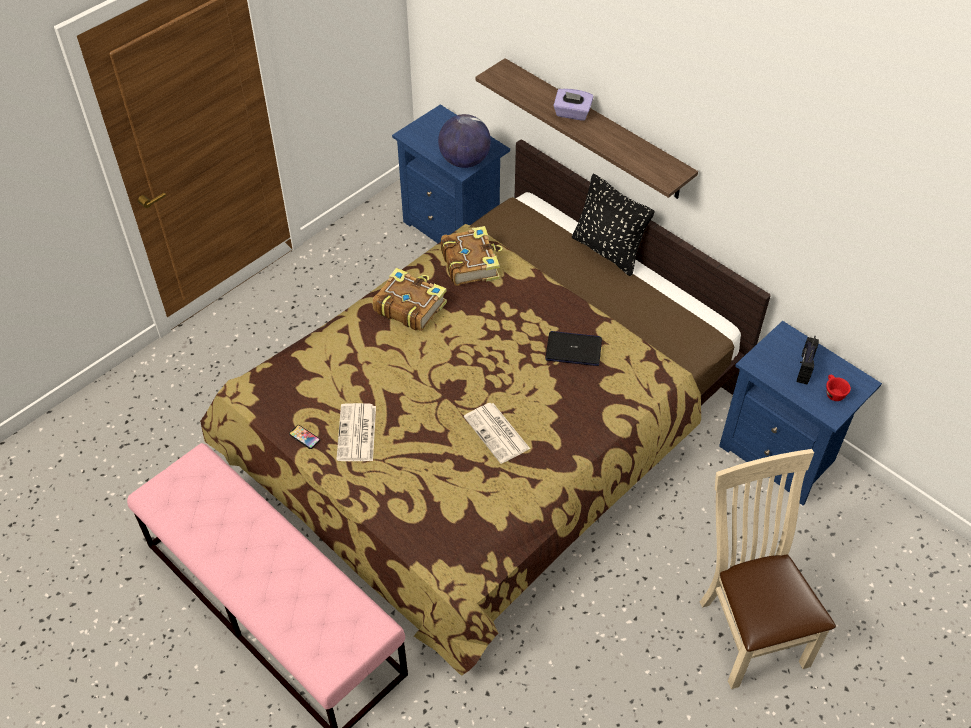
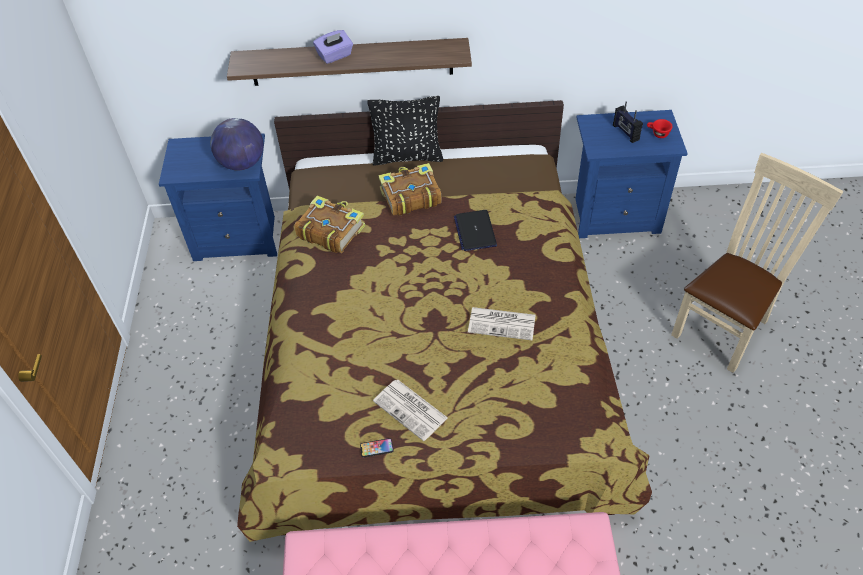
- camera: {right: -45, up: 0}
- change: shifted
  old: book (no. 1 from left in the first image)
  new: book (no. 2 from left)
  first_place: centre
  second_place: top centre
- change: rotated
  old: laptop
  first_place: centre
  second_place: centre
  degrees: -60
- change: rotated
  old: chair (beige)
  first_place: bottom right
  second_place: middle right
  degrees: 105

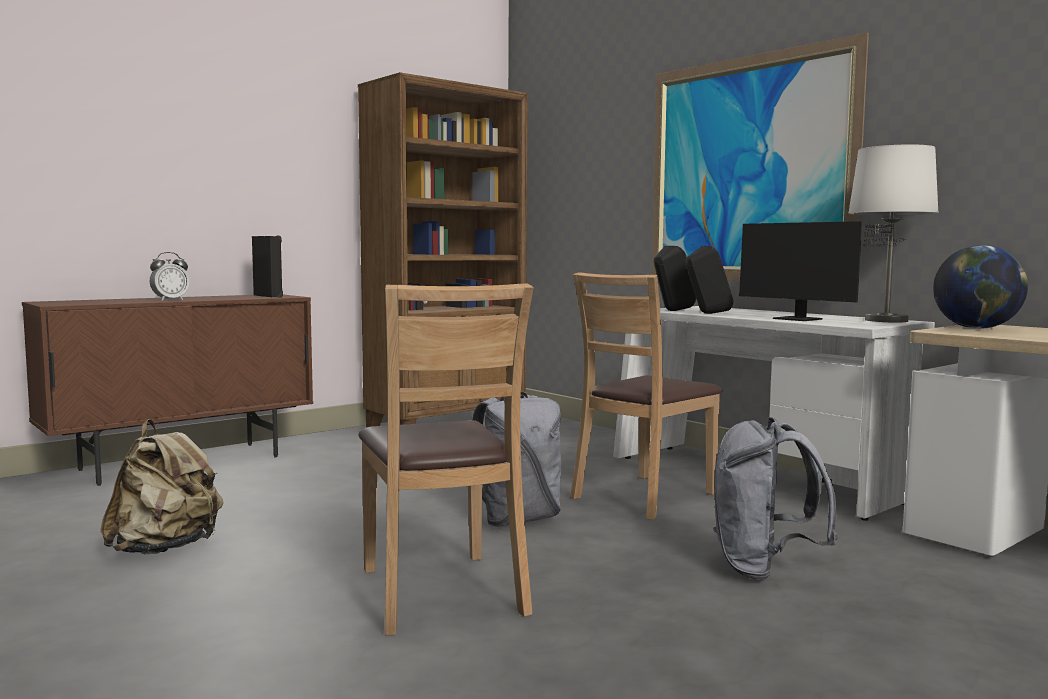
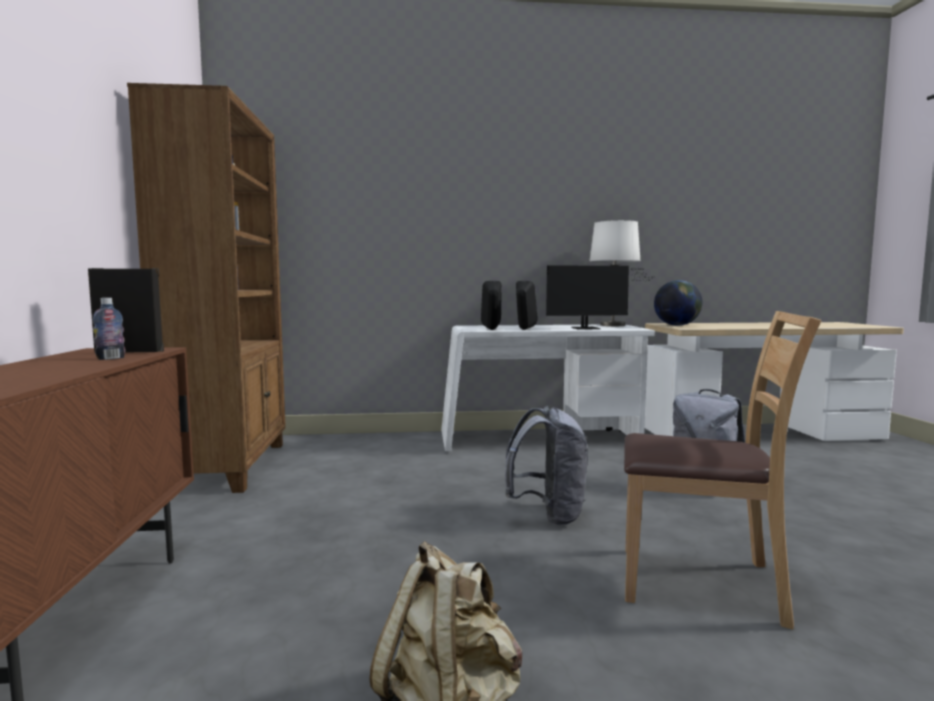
- camera: {right: -55, up: 0}
- change: new
  new: bottle
  second_place: middle left
- change: gone
  old: alarm clock
  first_place: middle left
- change: gone
  old: chair (brown) (no. 2 from left)
  first_place: centre
- change: gone
  old: picture
  first_place: top right

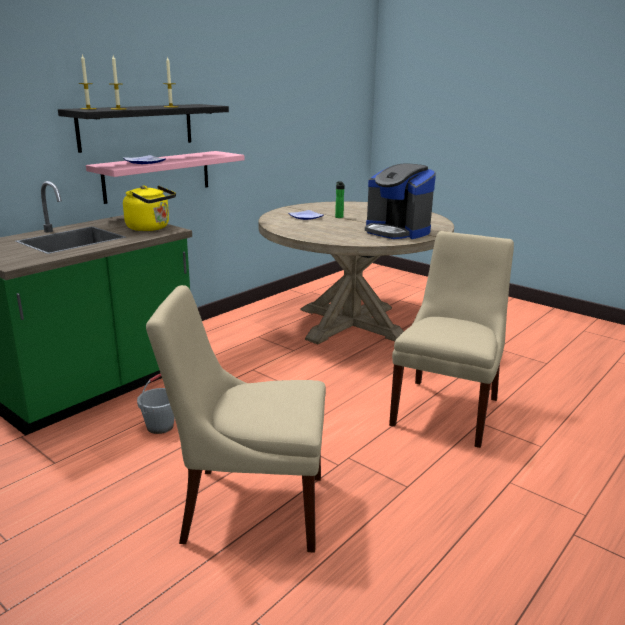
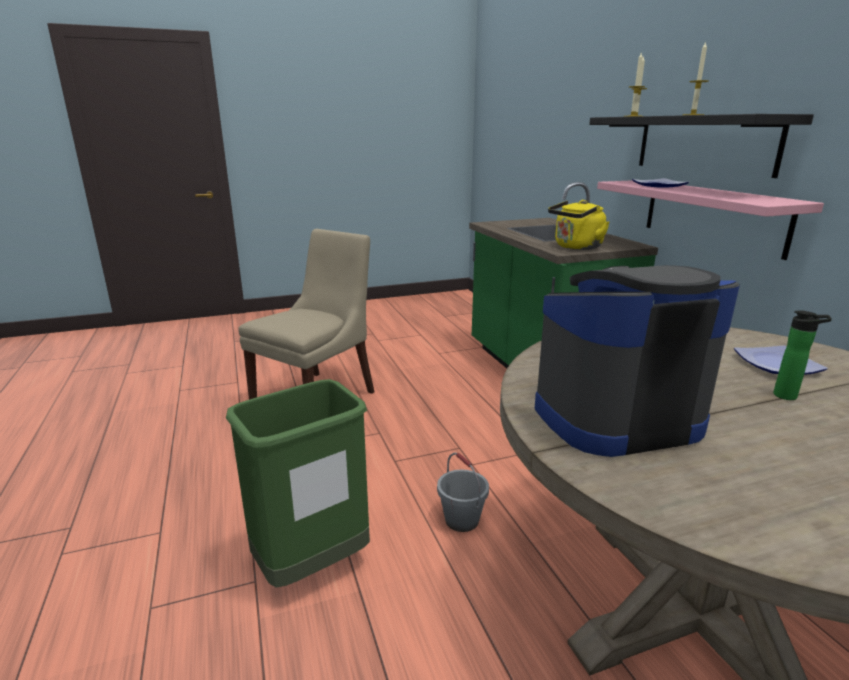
- camera: {right: 120, up: 0}
- change: swapped
  old: chair (beige) (no. 2 from left)
  new: trash can (green)
  first_place: middle right
  second_place: bottom centre
- change: shifted
  old: bucket (grey)
  first_place: middle left
  second_place: bottom centre

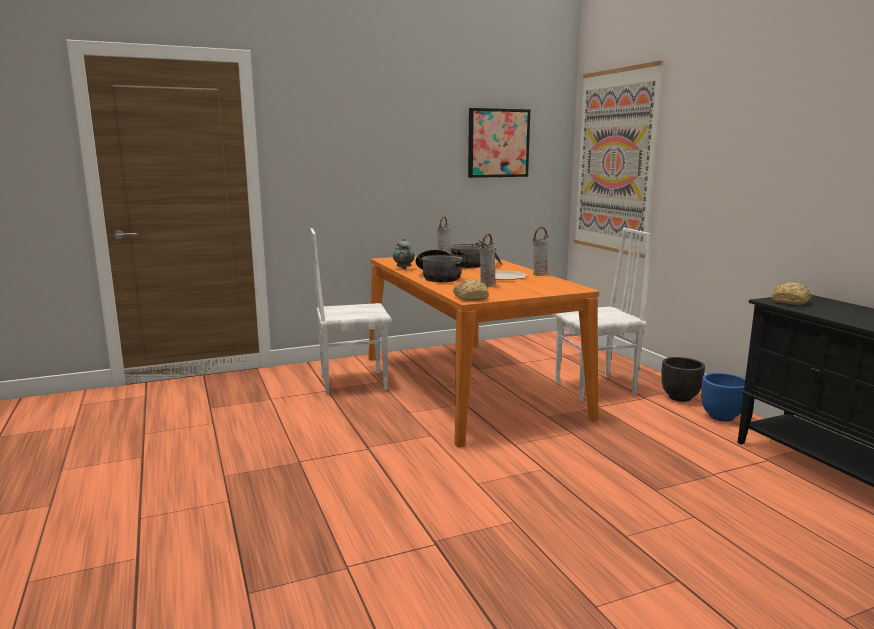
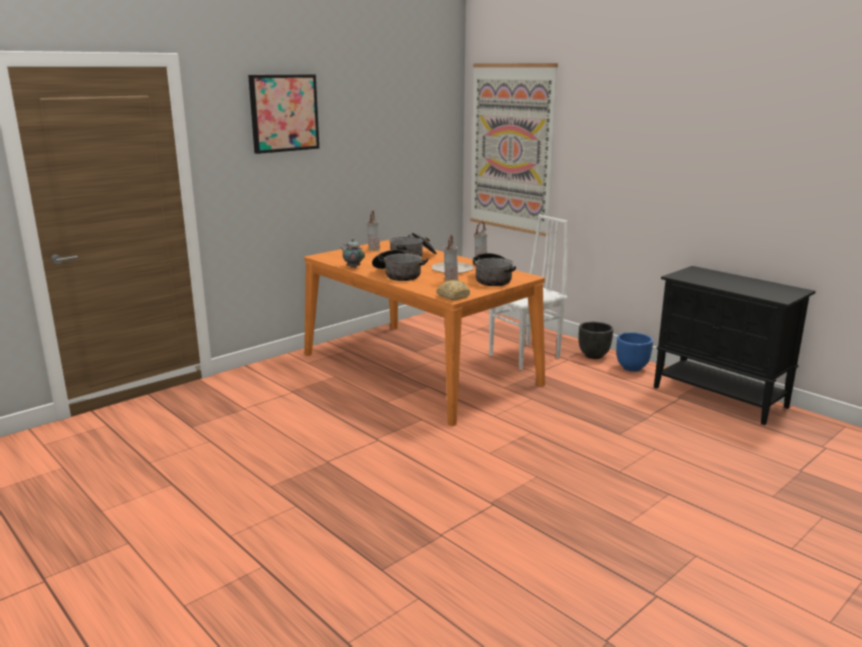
- camera: {right: -20, up: 5}
- change: shifted
  old: picture (no. 1 from left)
  first_place: top centre
  second_place: top left
- change: new
  new: cooking pot (no. 3 from left)
  second_place: centre
- change: gone
  old: chair (white) (no. 1 from left)
  first_place: centre
- change: gone
  old: bread (no. 2 from left)
  first_place: middle right

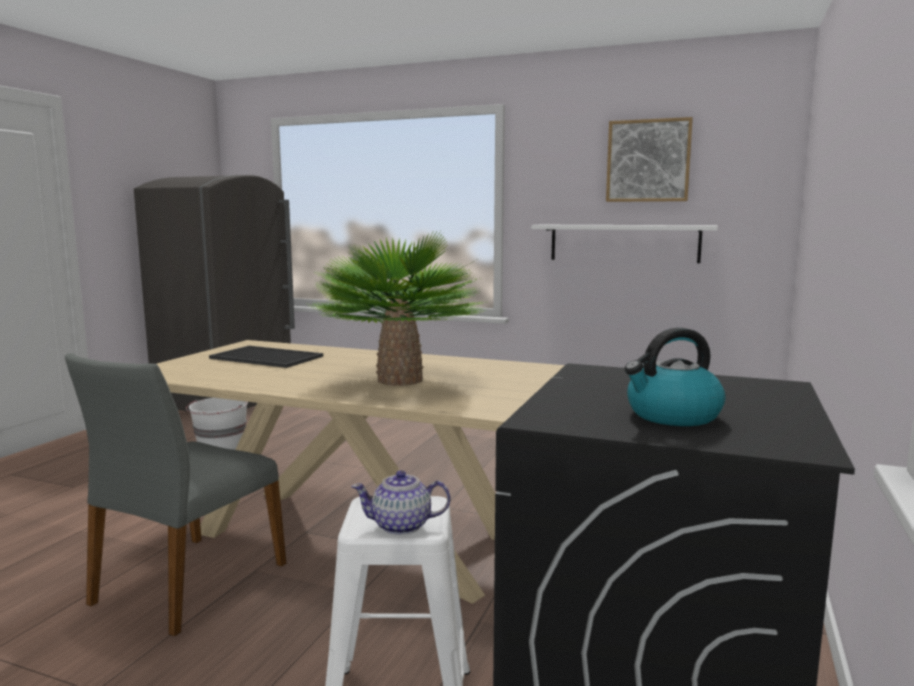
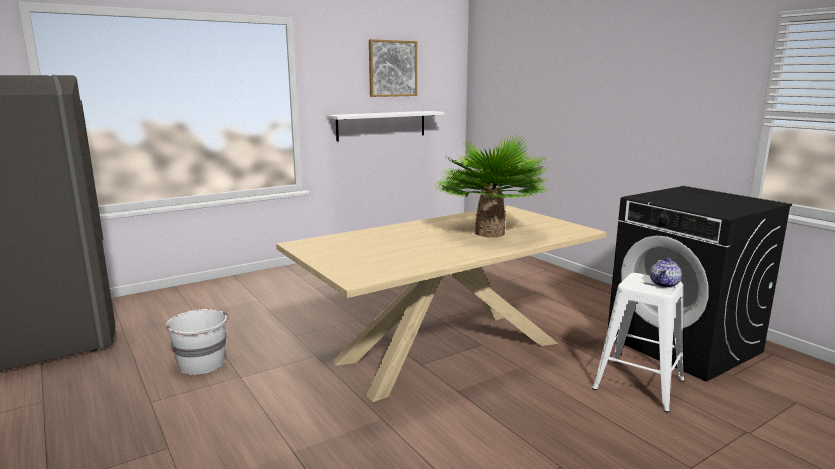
- camera: {right: -55, up: 5}
- change: gone
  old: chair (grey)
  first_place: bottom left
- change: gone
  old: tray
  first_place: middle left
- change: gone
  old: kettle
  first_place: middle right

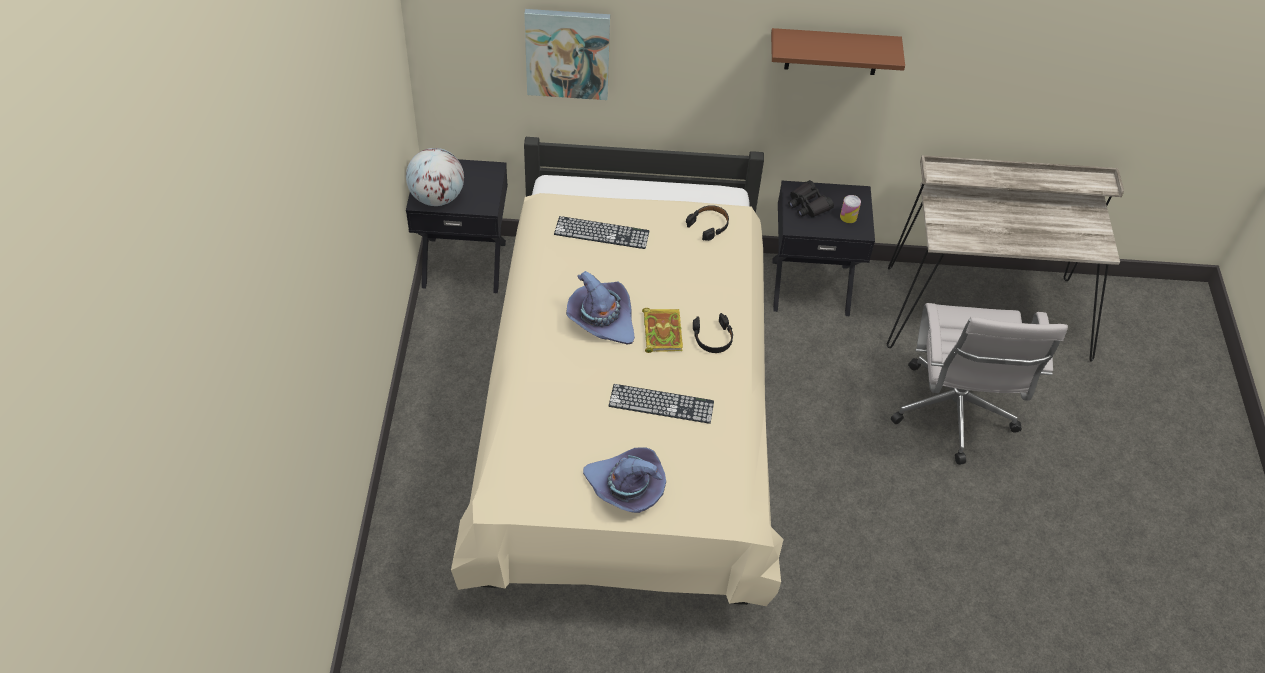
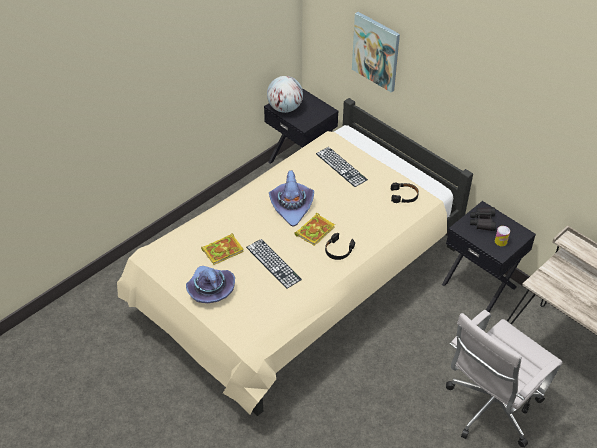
- camera: {right: 45, up: -5}
- change: new
  new: book (no. 1 from left)
  second_place: centre
- change: gone
  old: shelf (brown)
  first_place: top centre

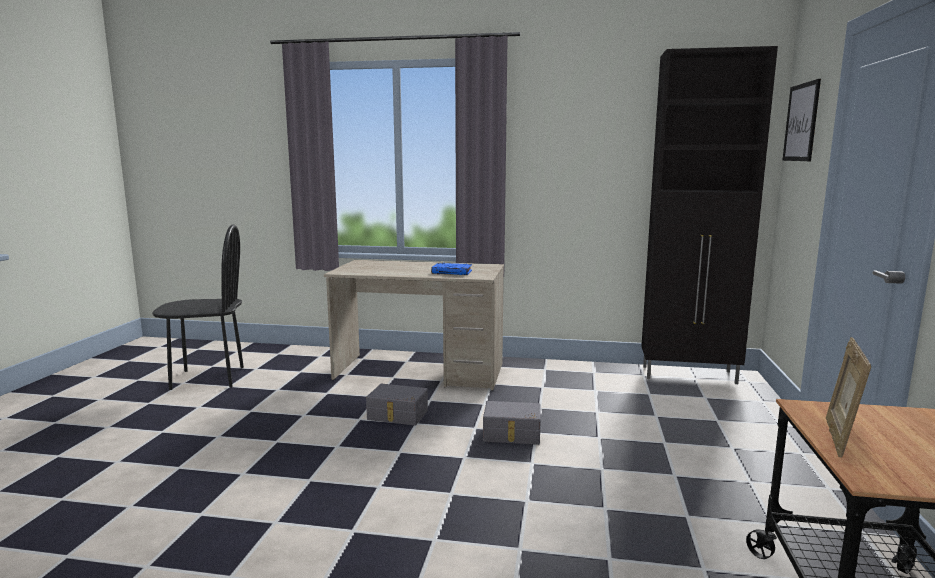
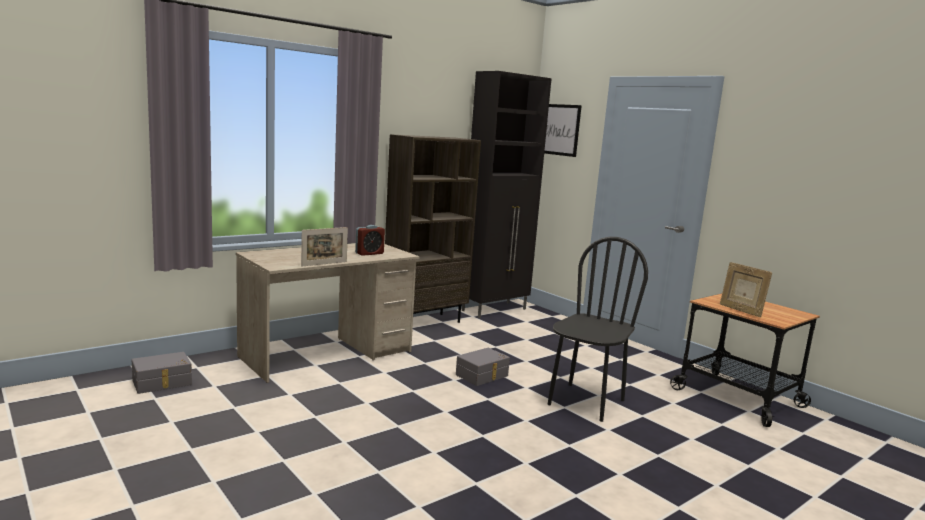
- camera: {right: -50, up: 0}
- change: shifted
  old: storage box (grey) (no. 1 from left)
  first_place: bottom centre
  second_place: bottom left
- change: new
  new: picture frame (no. 1 from left)
  second_place: centre
- change: swapped
  old: book (blue)
  new: alarm clock
  first_place: centre
  second_place: centre
- change: new
  new: bookcase (brown)
  second_place: centre
- change: shifted
  old: chair (black)
  first_place: middle left
  second_place: centre

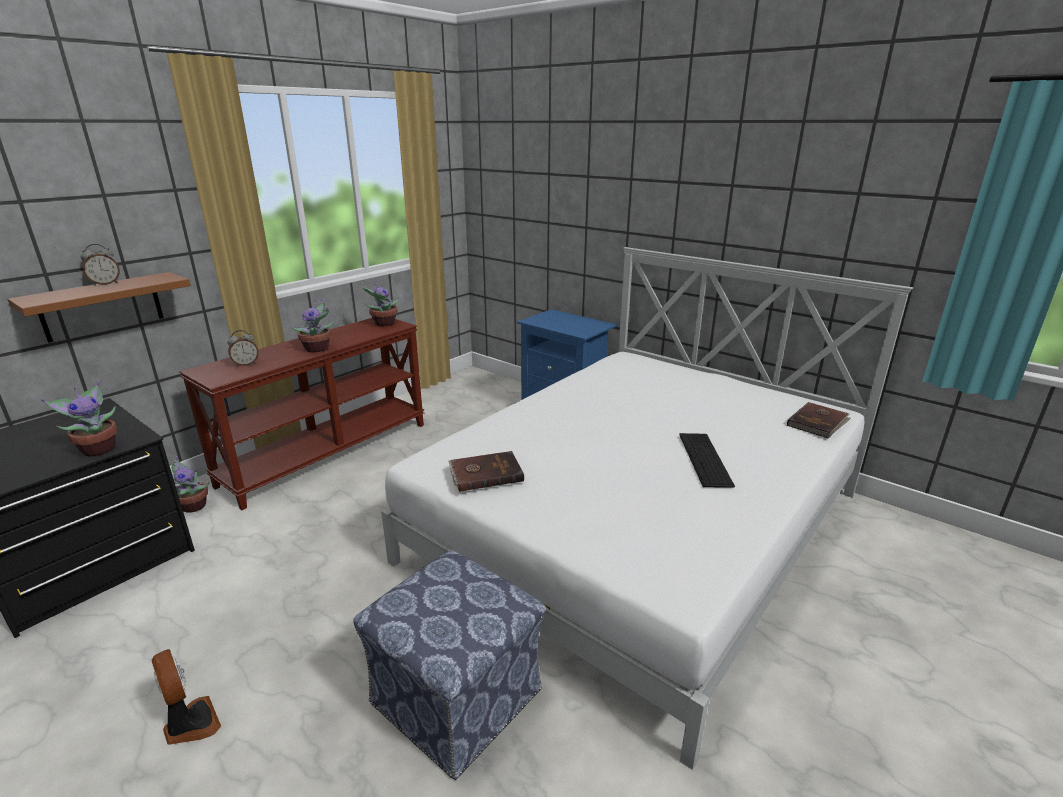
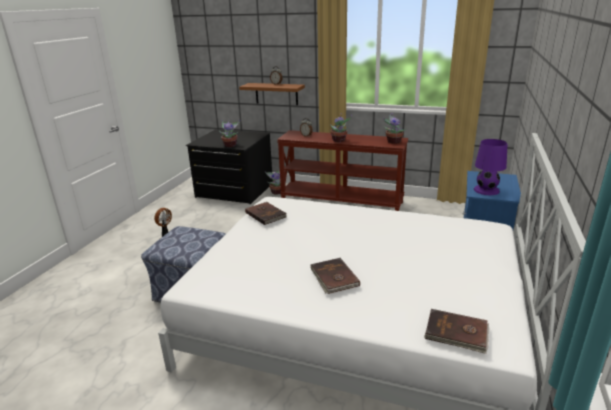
- camera: {right: 70, up: 0}
- change: swapped
  old: keyboard
  new: book (brown) (no. 2 from left)
  first_place: centre
  second_place: bottom centre
- change: new
  new: table lamp (purple)
  second_place: middle right

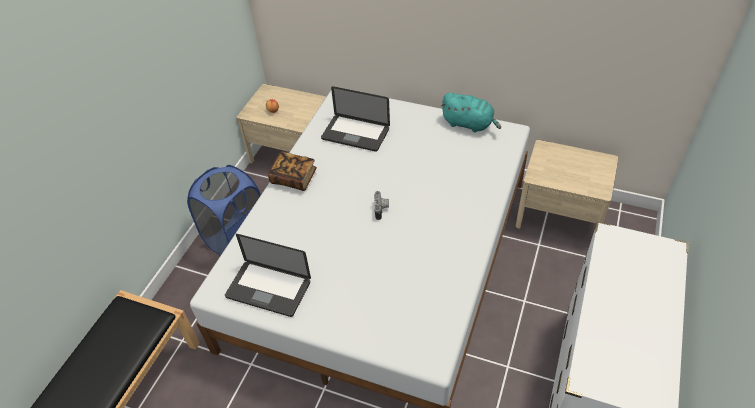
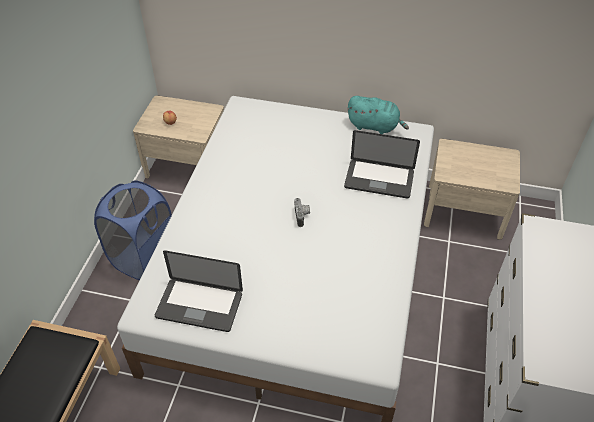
- camera: {right: -10, up: 0}
- change: shifted
  old: laptop (no. 2 from left)
  first_place: top centre
  second_place: centre
- change: gone
  old: book
  first_place: centre

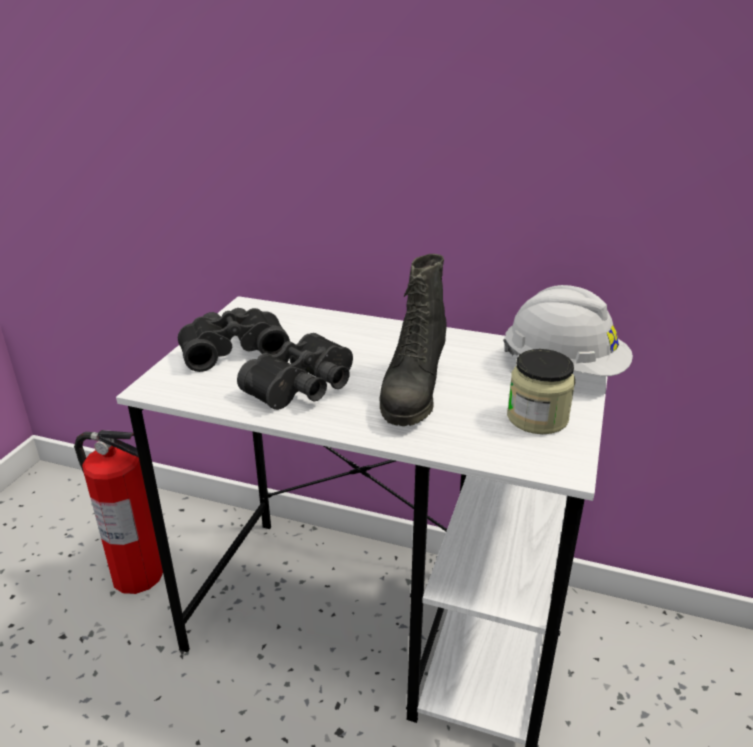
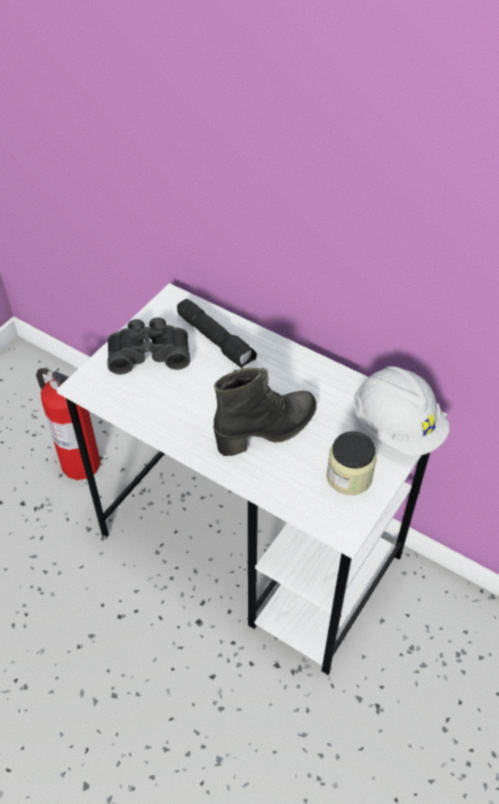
- camera: {right: 15, up: 20}
- change: new
  new: flashlight (black)
  second_place: centre
- change: rotated
  old: boot (black)
  first_place: centre
  second_place: centre
  degrees: -150
- change: gone
  old: binoculars (black) (no. 2 from left)
  first_place: centre

